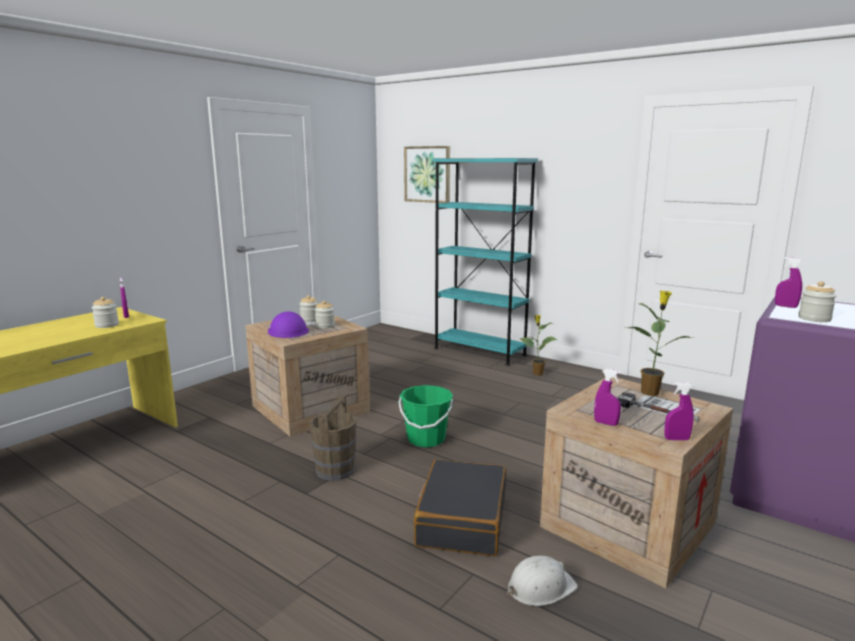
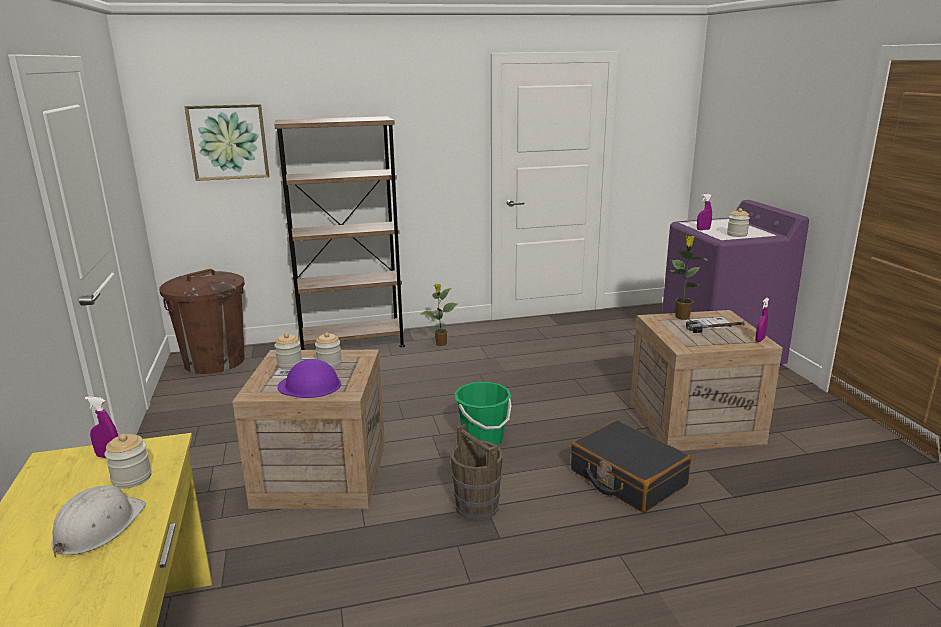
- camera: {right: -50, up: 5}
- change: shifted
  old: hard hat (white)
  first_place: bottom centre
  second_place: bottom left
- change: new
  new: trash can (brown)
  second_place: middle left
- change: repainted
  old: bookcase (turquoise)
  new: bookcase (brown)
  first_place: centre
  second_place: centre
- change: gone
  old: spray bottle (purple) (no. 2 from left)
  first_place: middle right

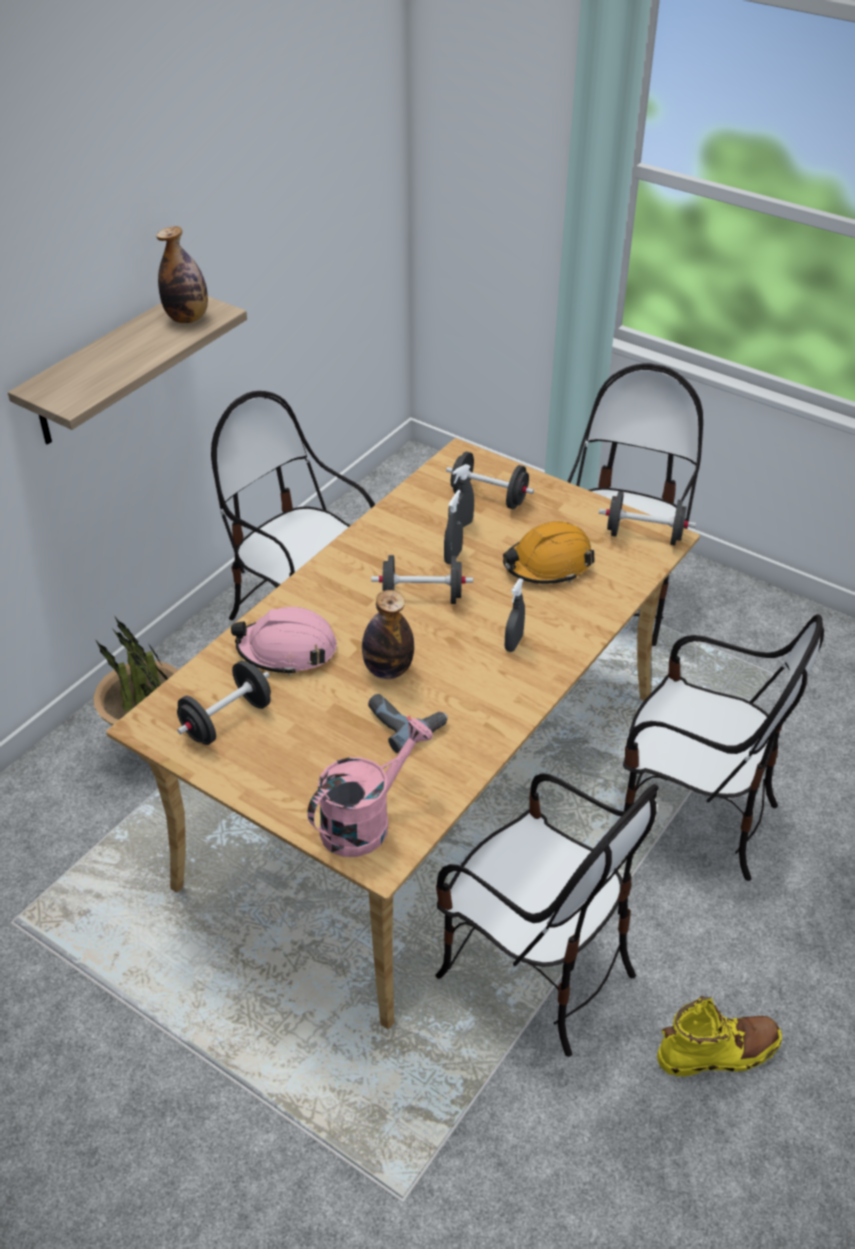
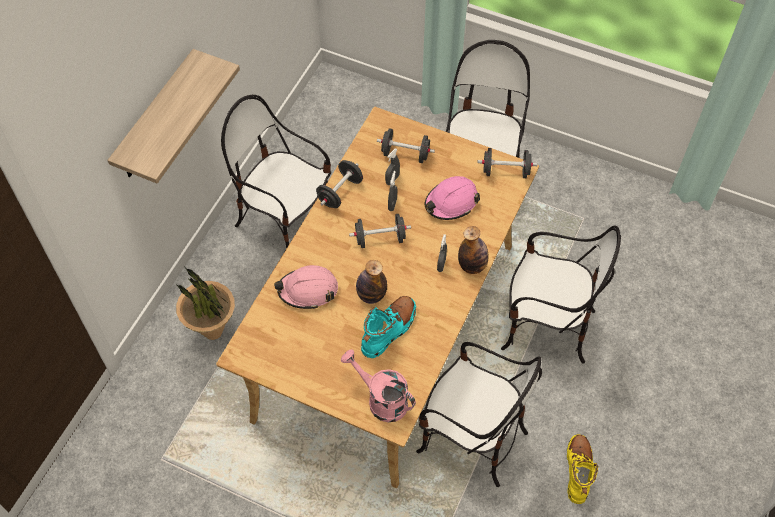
- camera: {right: -10, up: 15}
- change: shifted
  old: dumbbell (black) (no. 1 from left)
  first_place: middle left
  second_place: centre
- change: rotated
  old: watering can (pink)
  first_place: centre
  second_place: bottom centre
  degrees: -90
- change: swapped
  old: power drill
  new: boot (turquoise)
  first_place: centre
  second_place: centre
- change: repainted
  old: hard hat (orange)
  new: hard hat (pink) (no. 2 from left)
  first_place: centre
  second_place: centre
- change: shifted
  old: bottle (no. 1 from left in the first image)
  new: bottle (no. 2 from left)
  first_place: top left
  second_place: centre
- change: rotated
  old: boot (yellow)
  first_place: bottom right
  second_place: bottom right
  degrees: -60

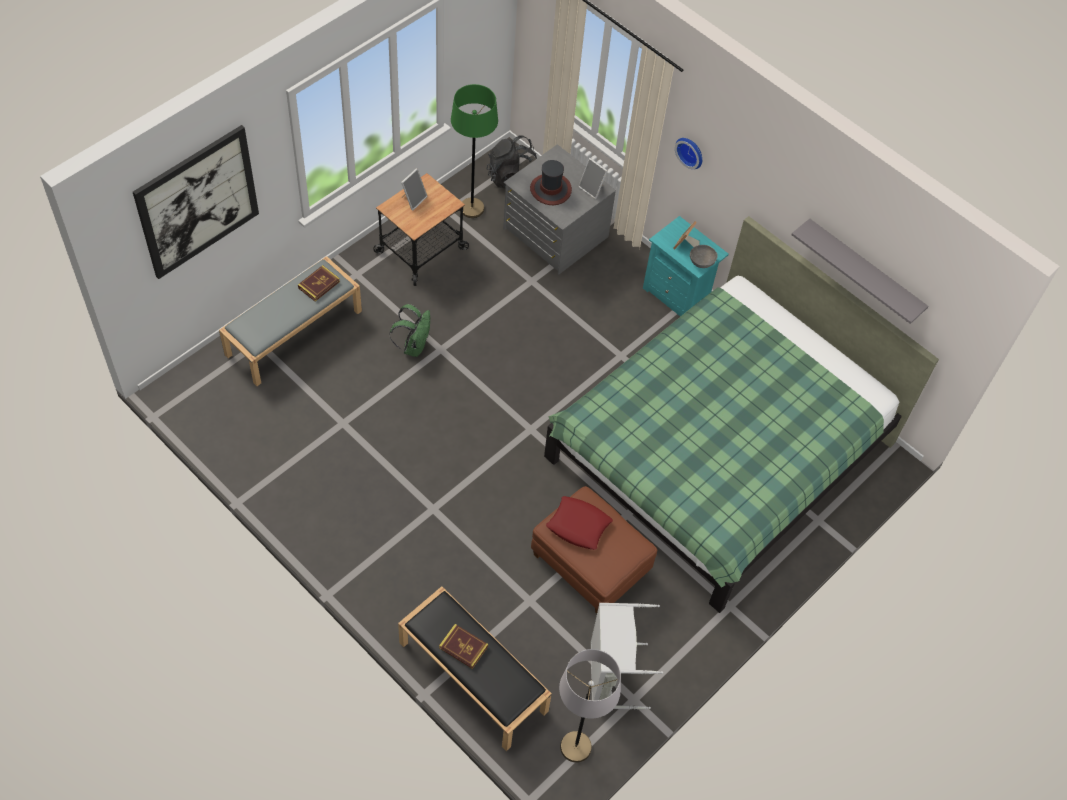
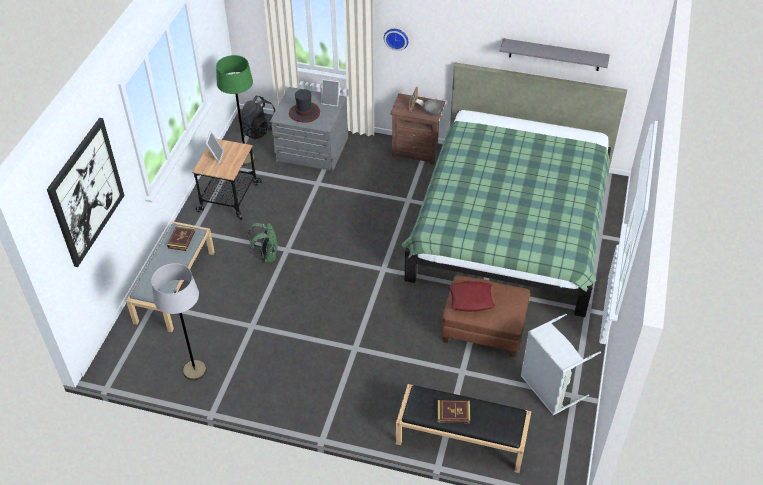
- camera: {right: -25, up: -10}
- change: shifted
  old: floor lamp (grey)
  first_place: bottom centre
  second_place: middle left
- change: repainted
  old: nightstand (turquoise)
  new: nightstand (brown)
  first_place: top centre
  second_place: top centre

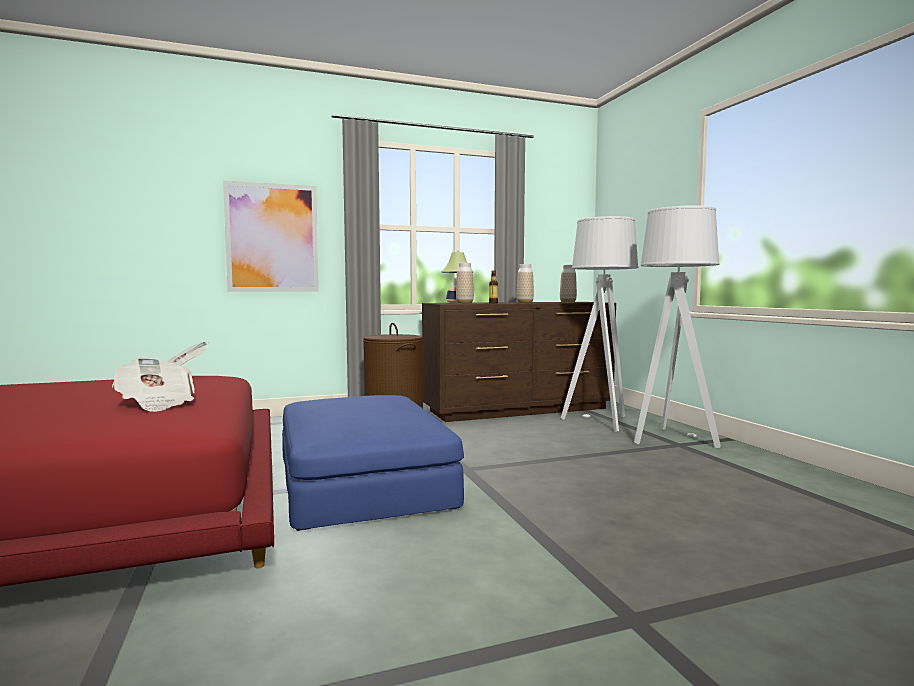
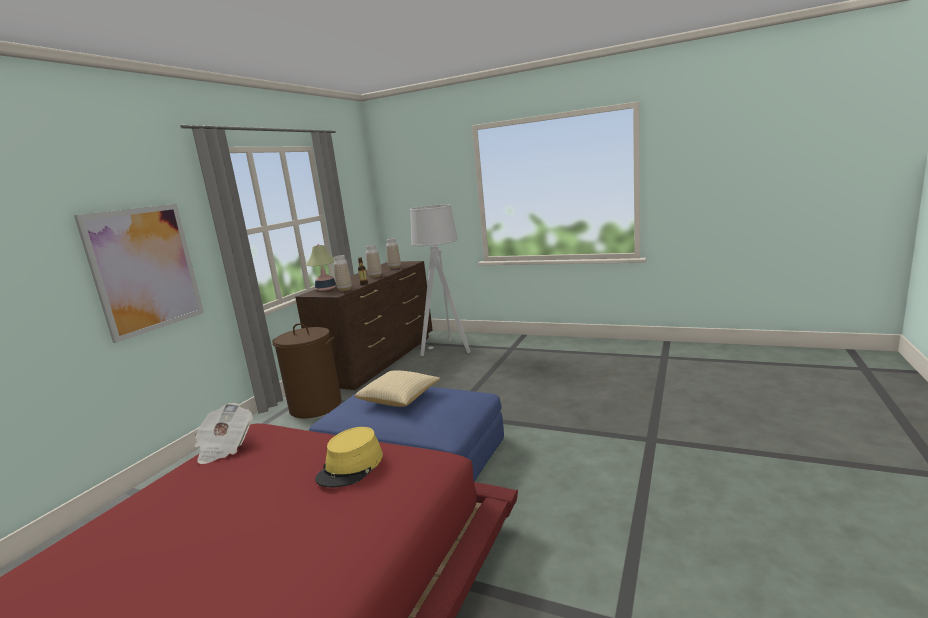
- camera: {right: -45, up: 10}
- change: swapped
  old: newspaper (no. 1 from left)
  new: hat (yellow)
  first_place: middle left
  second_place: bottom centre
- change: new
  new: pillow
  second_place: centre
- change: gone
  old: floor lamp (grey) (no. 2 from left)
  first_place: middle right

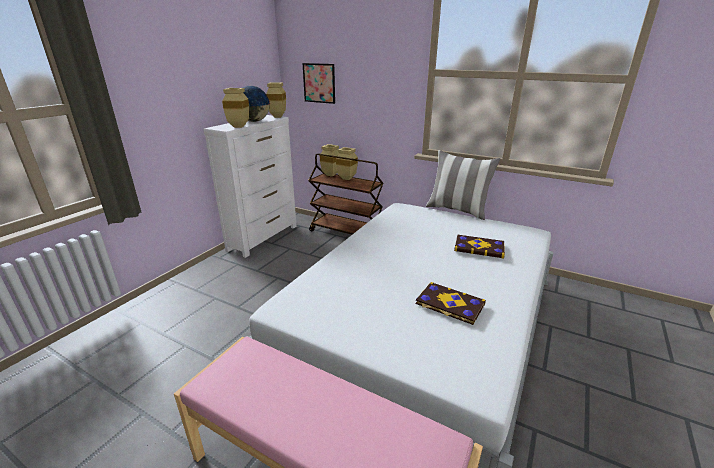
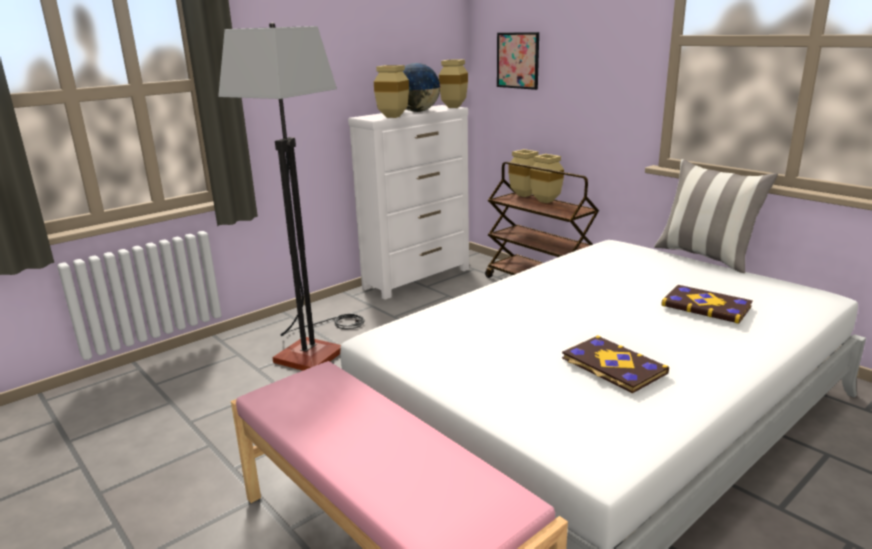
- camera: {right: 20, up: -5}
- change: new
  new: floor lamp
  second_place: centre

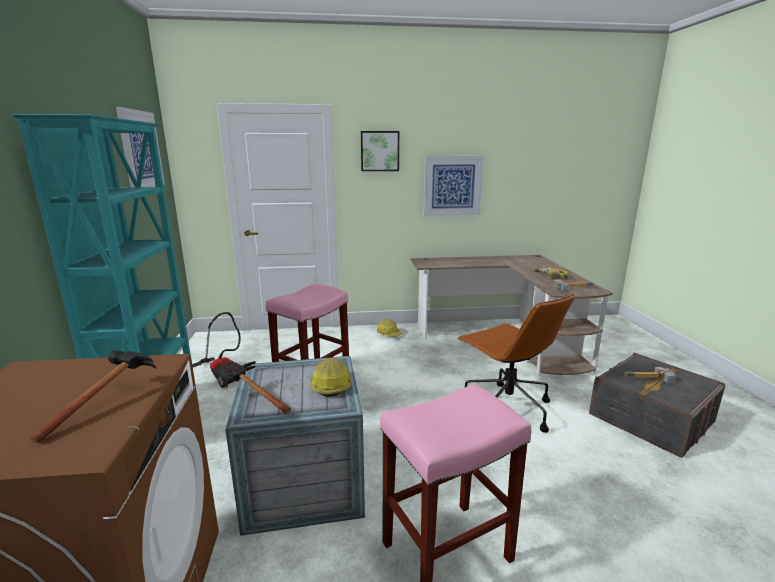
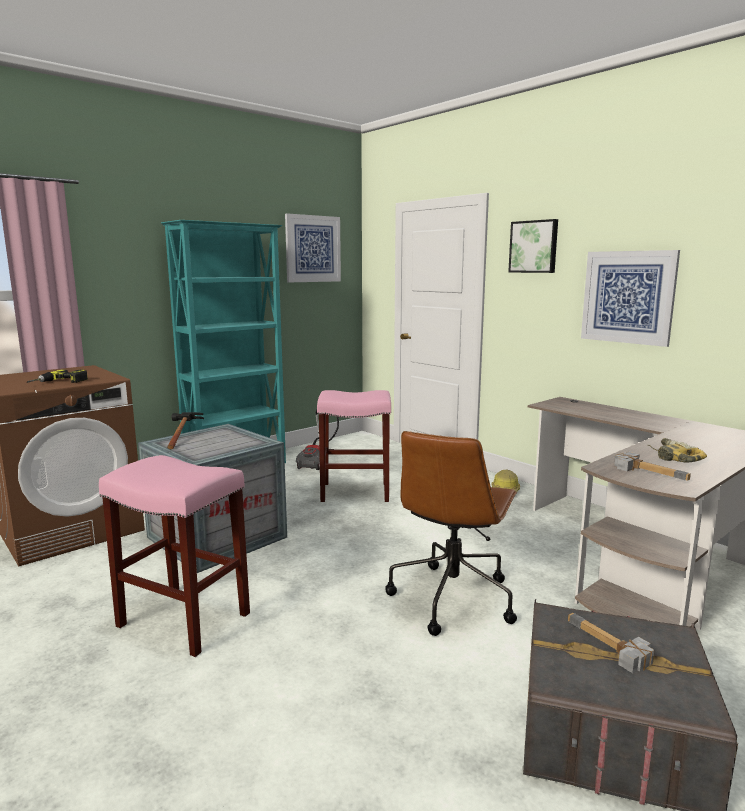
- camera: {right: 55, up: -5}
- change: swapped
  old: hammer (no. 1 from left)
  new: power drill (no. 1 from left)
  first_place: bottom left
  second_place: middle left
- change: gone
  old: hard hat (no. 1 from left)
  first_place: centre

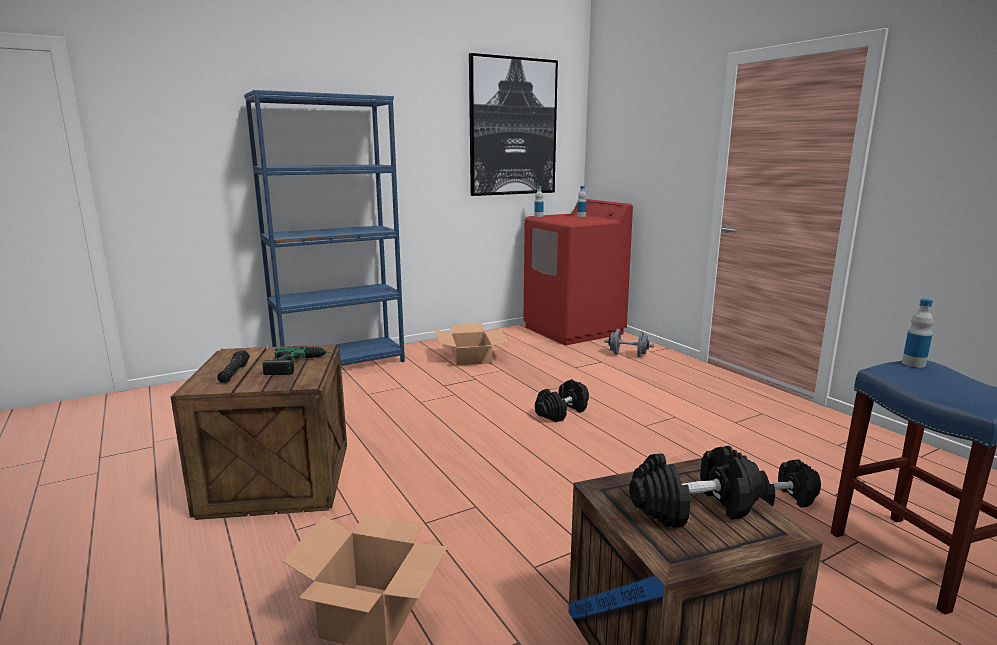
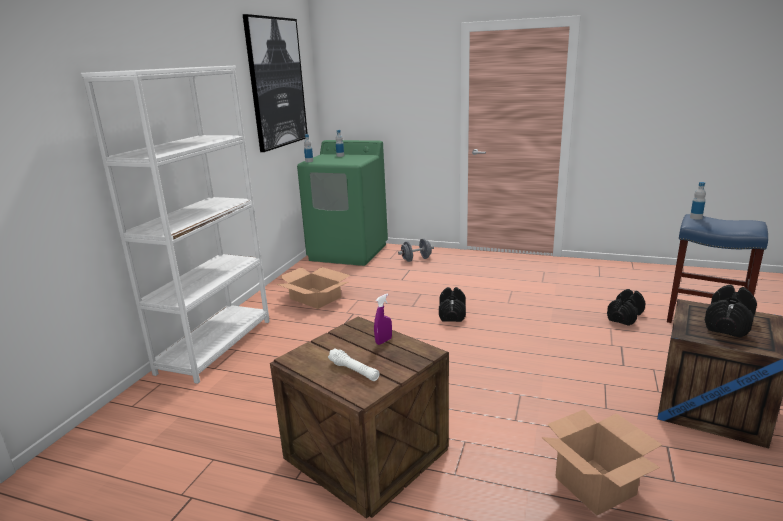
- camera: {right: -40, up: 5}
- change: repainted
  old: bookcase (blue)
  new: bookcase (white)
  first_place: middle left
  second_place: middle left
- change: repainted
  old: washing machine (red)
  new: washing machine (green)
  first_place: centre
  second_place: centre
- change: repainted
  old: flashlight (black)
  new: flashlight (white)
  first_place: middle left
  second_place: bottom centre
- change: swapped
  old: power drill
  new: spray bottle (purple)
  first_place: middle left
  second_place: centre

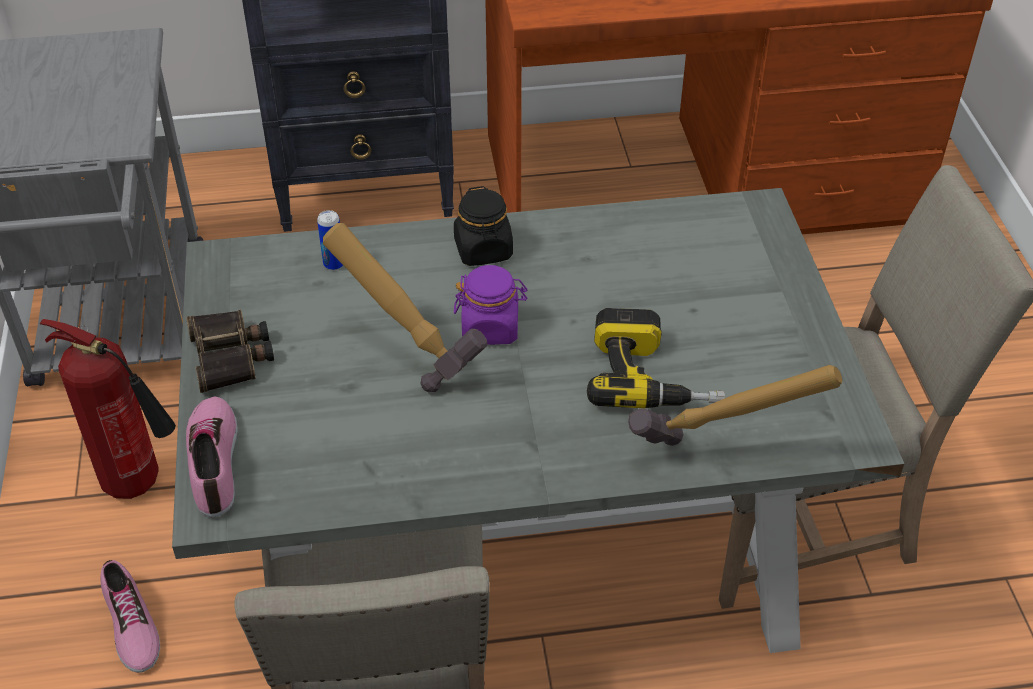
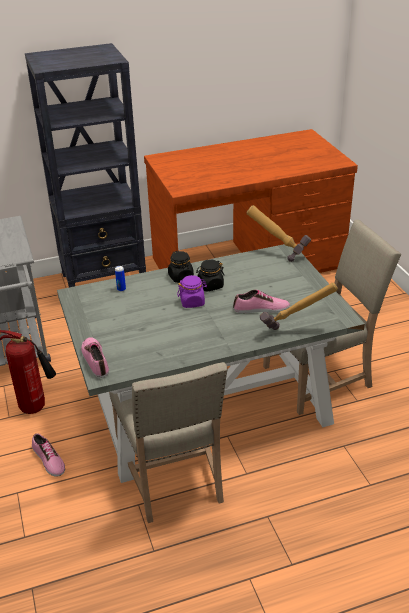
- camera: {right: -10, up: -10}
- change: new
  new: jar (black) (no. 2 from left)
  second_place: centre
- change: swapped
  old: power drill
  new: shoe (no. 3 from left)
  first_place: centre
  second_place: centre
- change: shifted
  old: hammer (no. 1 from left)
  first_place: centre
  second_place: middle right
- change: gone
  old: binoculars
  first_place: middle left

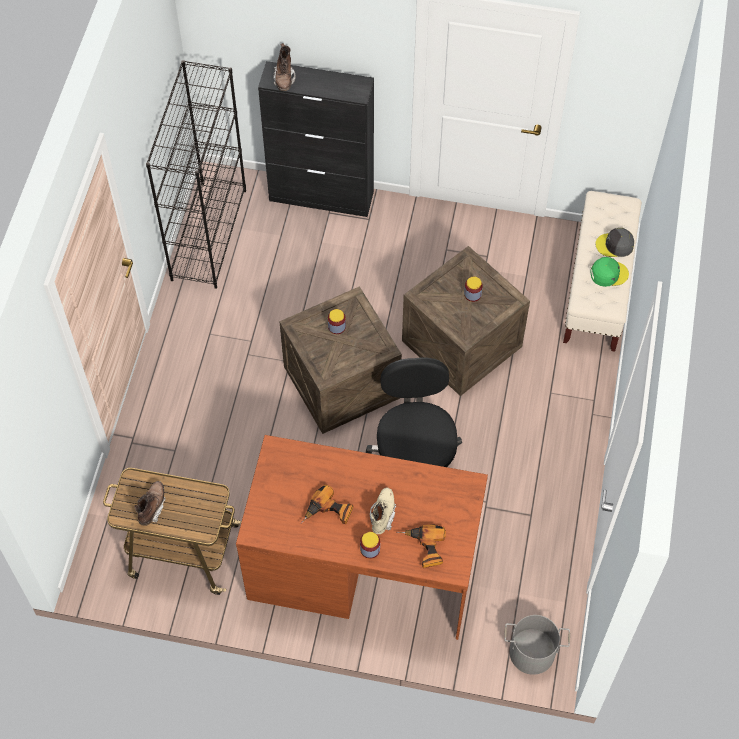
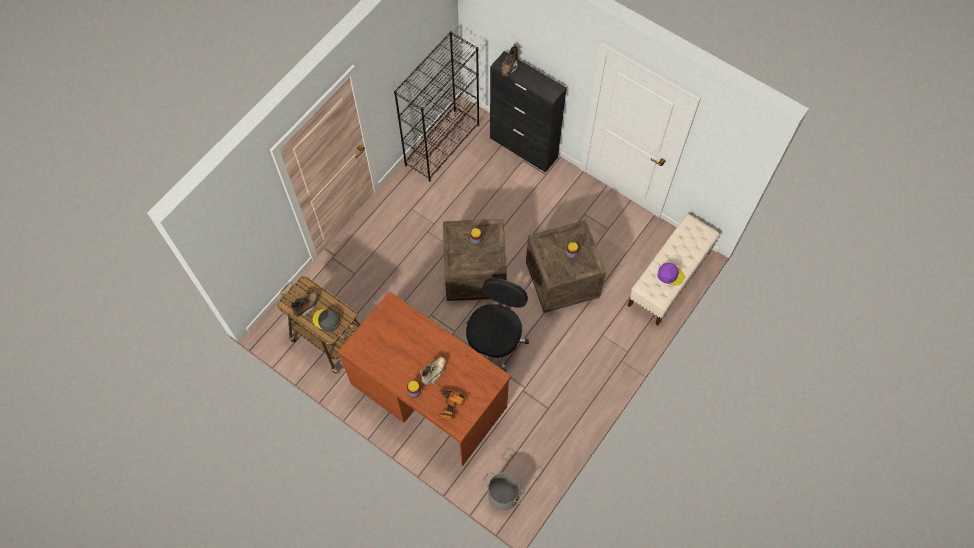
- camera: {right: 25, up: 5}
- change: shifted
  old: cap (grey)
  first_place: top right
  second_place: centre
- change: repainted
  old: cap (green)
  new: cap (purple)
  first_place: middle right
  second_place: middle right
- change: gone
  old: power drill (no. 1 from left)
  first_place: bottom centre

